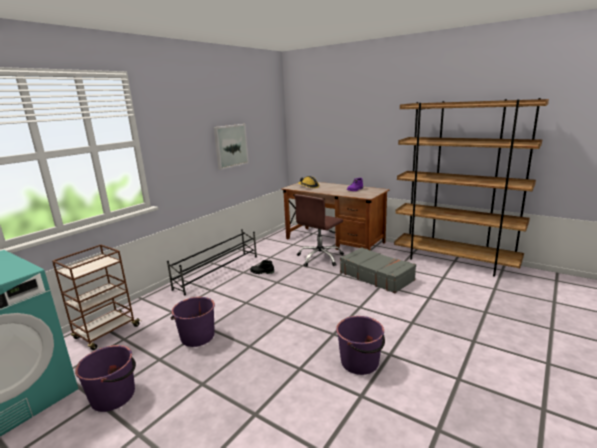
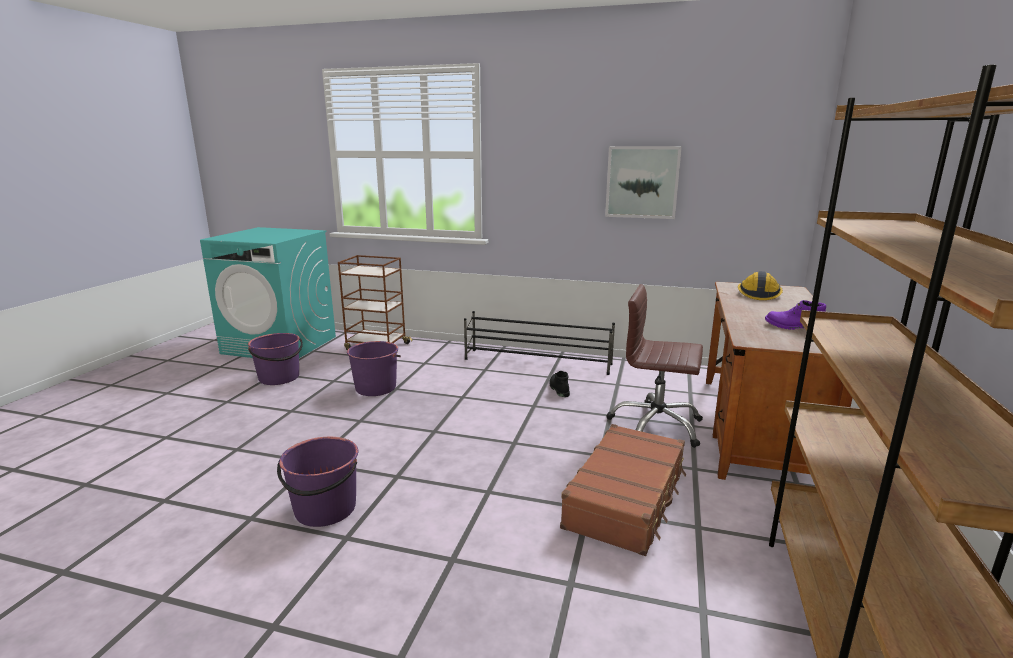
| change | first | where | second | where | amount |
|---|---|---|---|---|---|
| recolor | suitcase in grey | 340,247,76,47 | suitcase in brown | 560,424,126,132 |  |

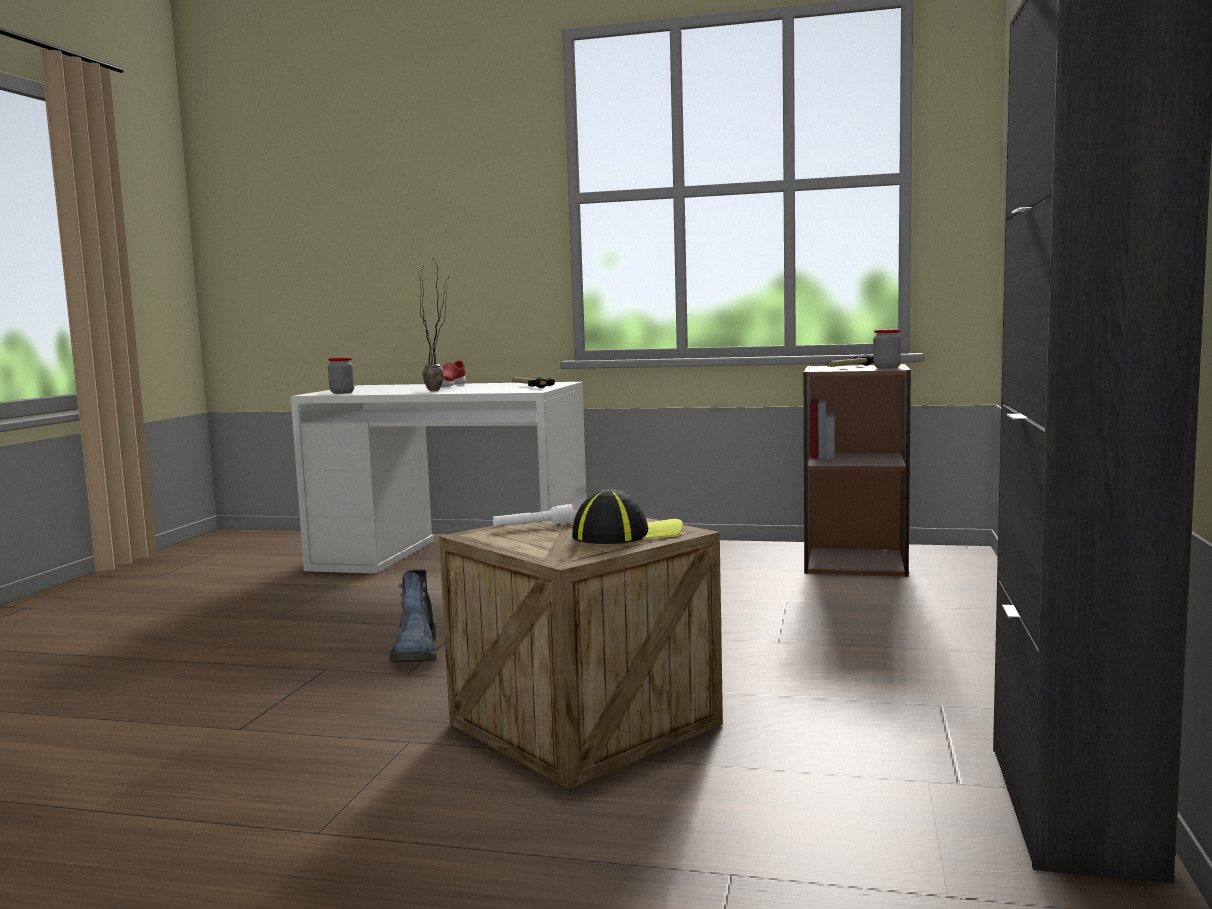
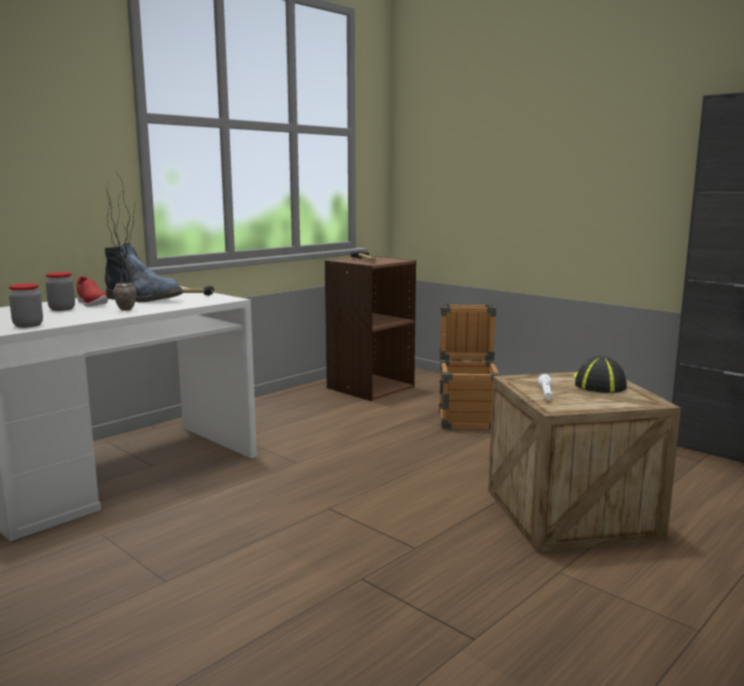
| change | first | where | second | where | amount |
|---|---|---|---|---|---|
| move | jar | 873,329,28,39 |  | 46,272,29,39 |  |
| move | boot | 390,570,47,93 |  | 105,243,78,59 |  |
| insert |  |  | crate | 439,304,62,126 |  |

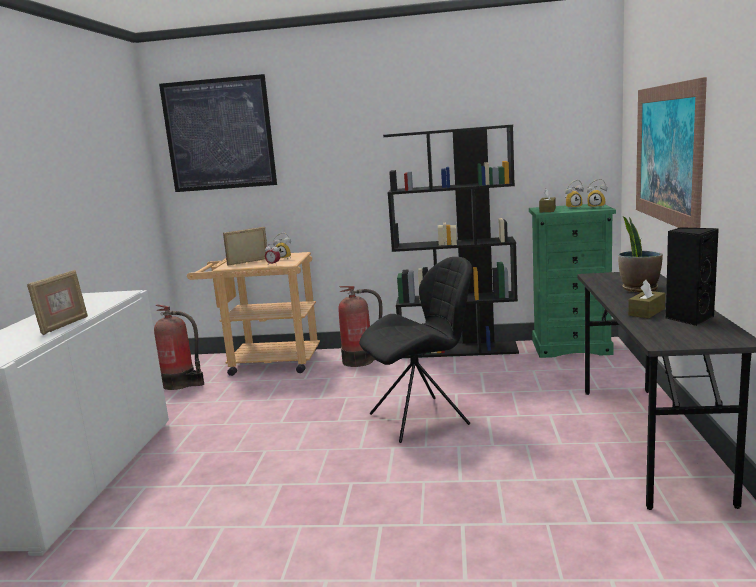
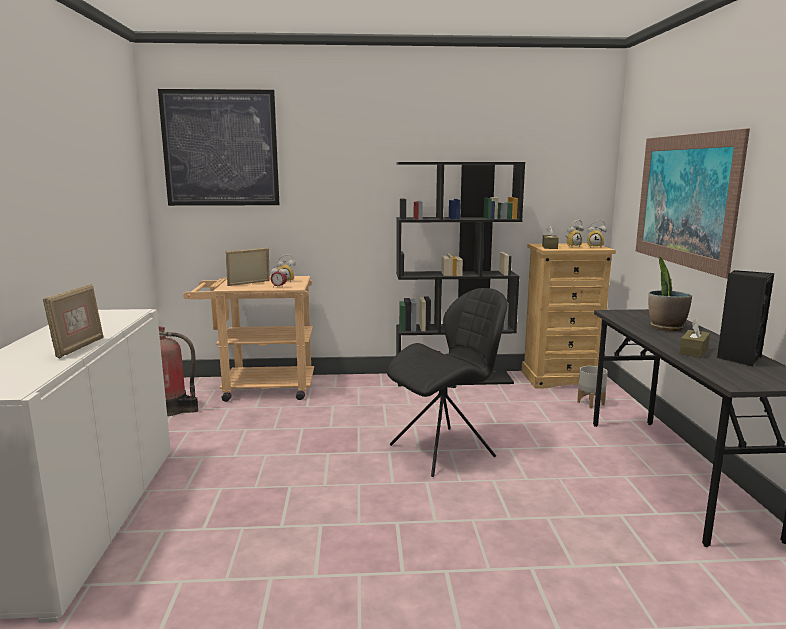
| change | first | where | second | where | amount |
|---|---|---|---|---|---|
| recolor | dresser in green | 529,204,87,154 | dresser in beige | 521,243,95,146 |  |
| delete | fire extinguisher | 338,286,45,81 |  |  |  |
| insert |  |  | planter in grey | 577,366,31,43 |  |

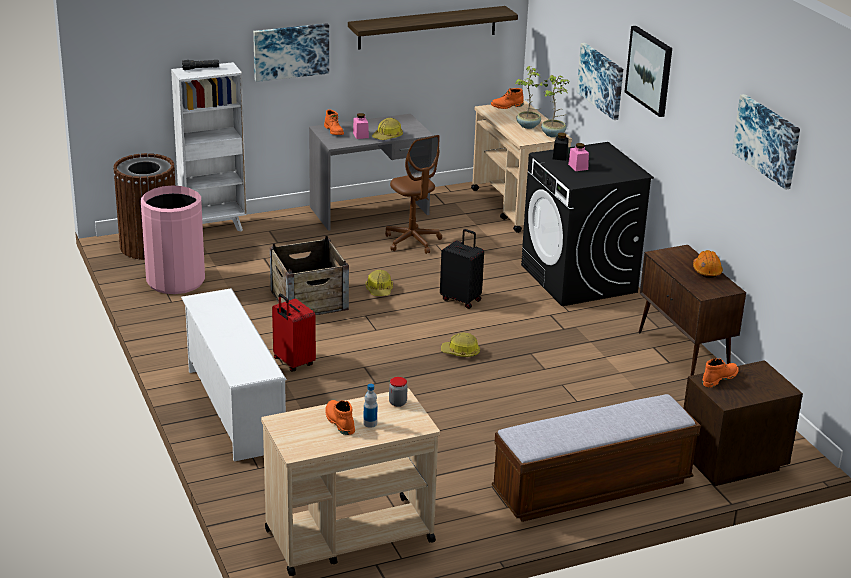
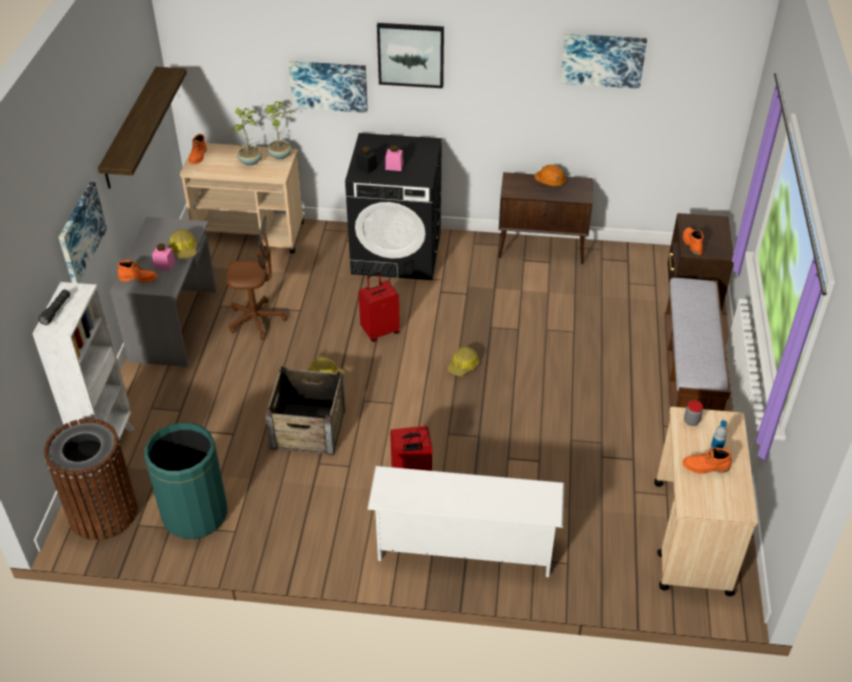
| change | first | where | second | where | amount |
|---|---|---|---|---|---|
| recolor | trash can in pink | 141,186,64,108 | trash can in green | 144,423,83,116 |  |
| recolor | suitcase in black | 440,229,44,80 | suitcase in red | 358,272,42,70 |  |

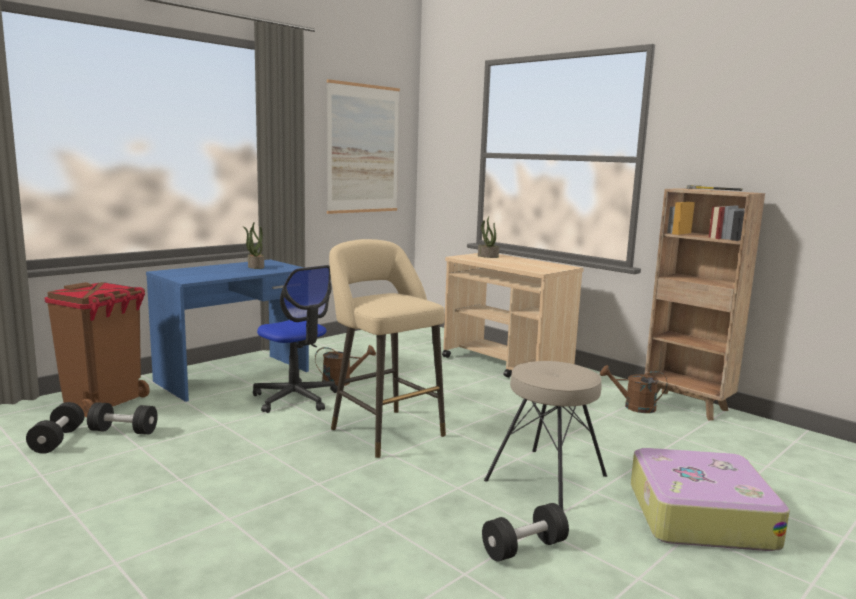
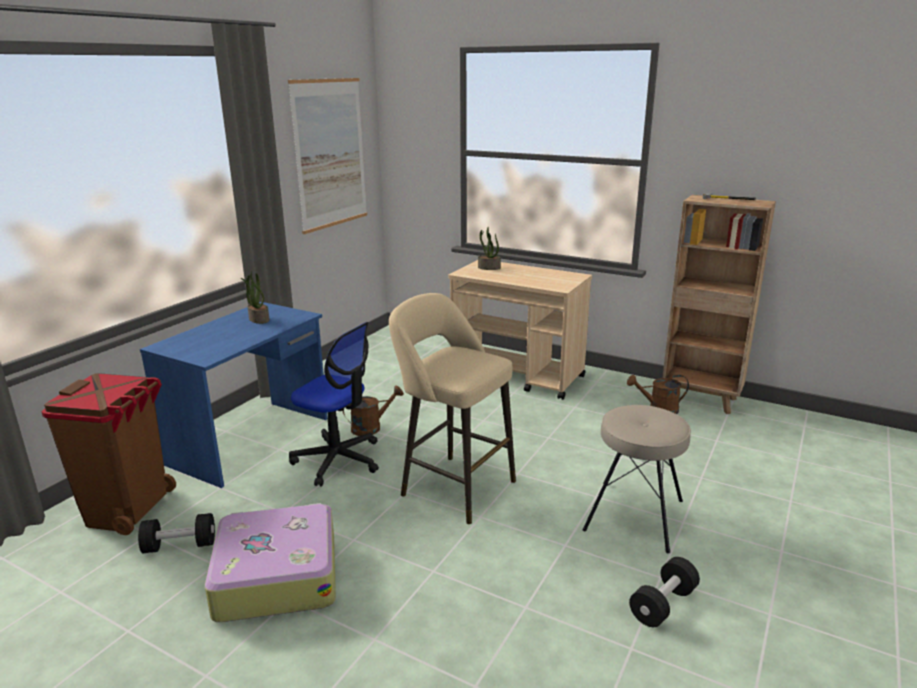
| change | first | where | second | where | amount |
|---|---|---|---|---|---|
| delete | dumbbell in black | 26,402,58,52 |  |  |  |
| move | suitcase | 631,448,159,103 |  | 205,503,131,119 |  |

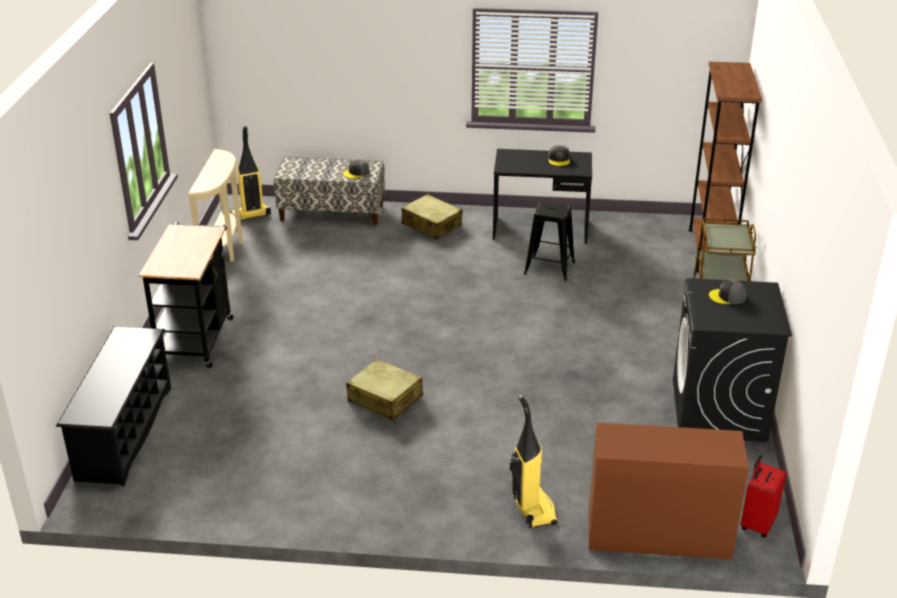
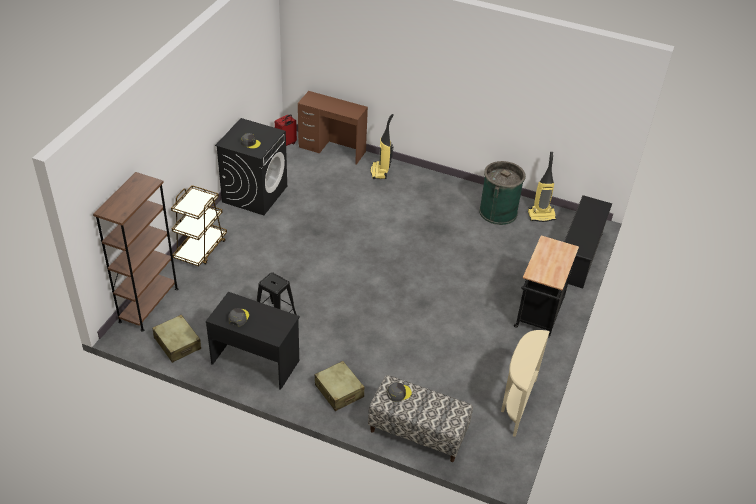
| change | first | where | second | where | amount |
|---|---|---|---|---|---|
| move | vacuum cleaner | 230,126,41,94 |  | 528,152,28,70 |  |
| move | suitcase in beige | 346,359,77,61 |  | 152,315,49,48 |  |
| insert |  |  | trash can in green | 479,161,47,64 |  |

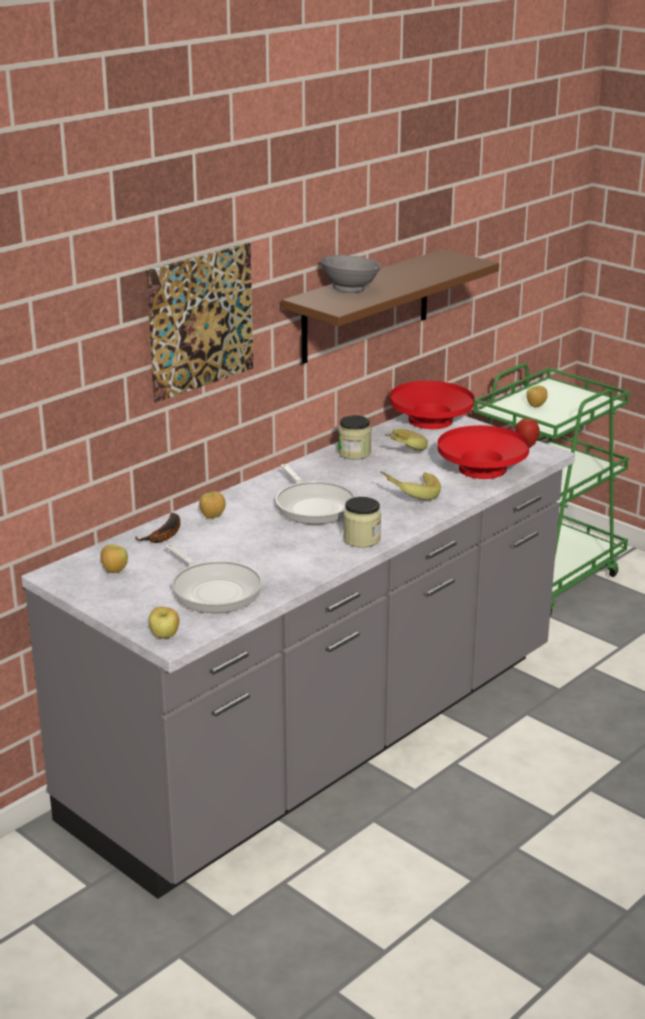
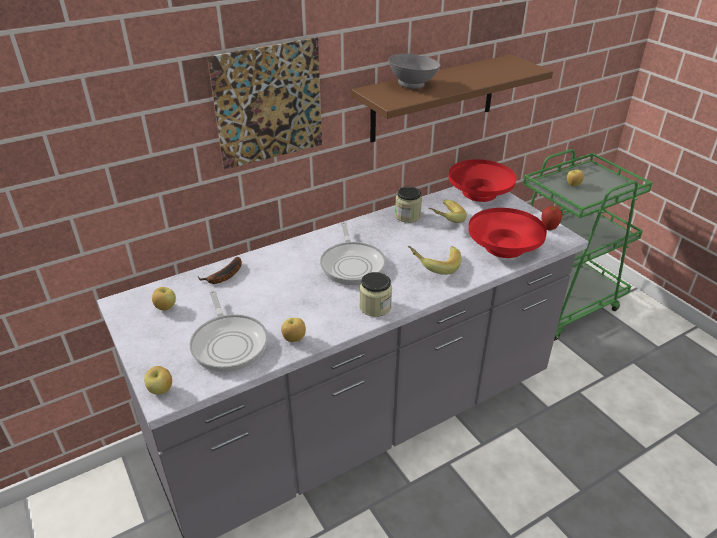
| change | first | where | second | where | amount |
|---|---|---|---|---|---|
| move | apple | 199,492,27,27 |  | 281,318,25,24 |  |

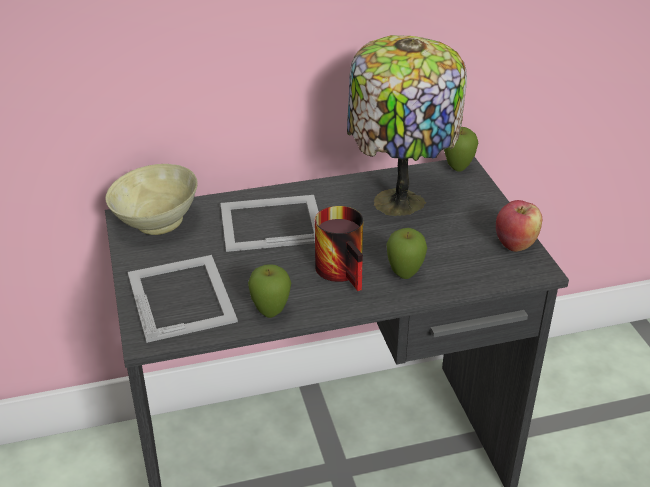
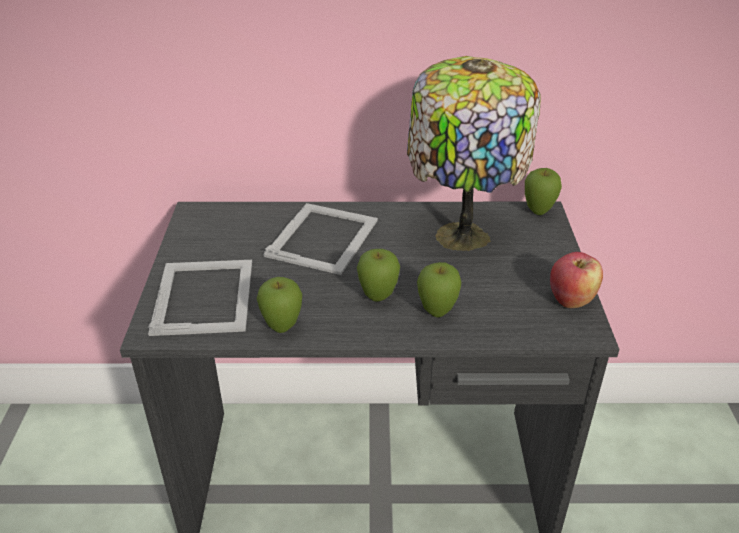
| change | first | where | second | where | amount |
|---|---|---|---|---|---|
| delete | bowl in beige | 106,164,92,71 |  |  |  |
| rotate | picture frame | 220,195,99,57 |  | 263,203,115,72 | 105 degrees clockwise |
| replace | mug | 315,206,48,85 | apple | 357,249,43,53 |  |

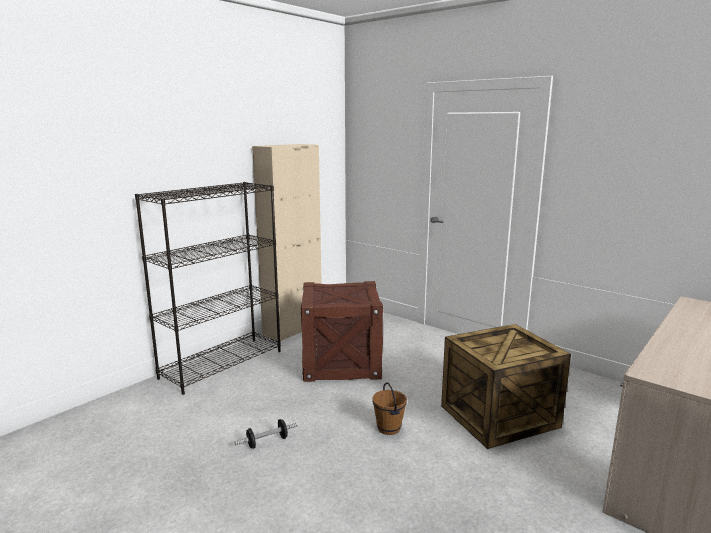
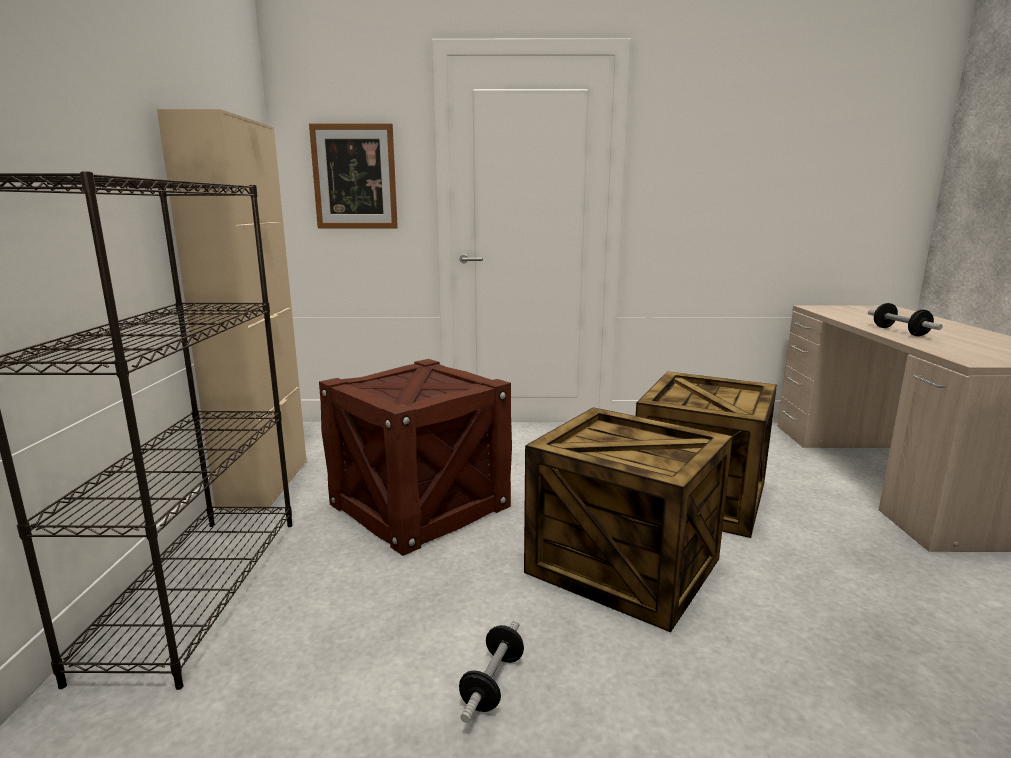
| change | first | where | second | where | amount |
|---|---|---|---|---|---|
| replace | bucket in brown | 372,382,35,53 | crate | 524,407,209,225 |  |
| insert |  |  | picture | 309,123,89,105 |  |
| insert |  |  | dumbbell | 868,303,74,33 |  |

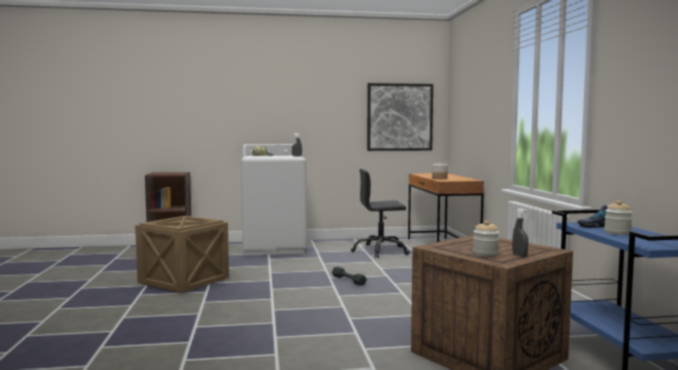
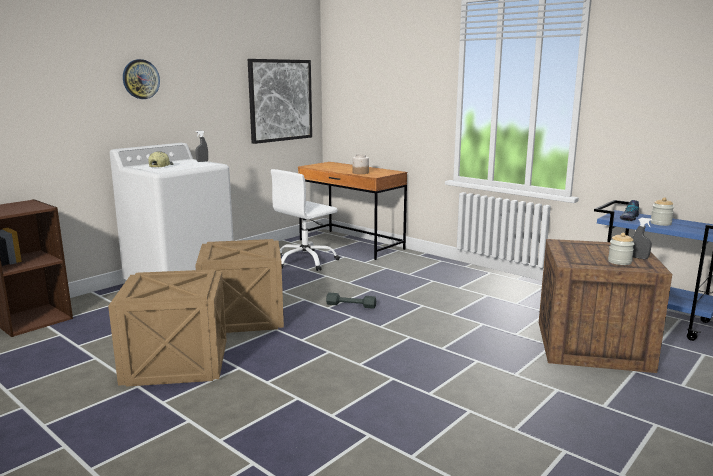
| change | first | where | second | where | amount |
|---|---|---|---|---|---|
| recolor | office chair in black | 351,169,59,89 | office chair in white | 271,169,69,102 |  |
| insert |  |  | wall clock | 123,59,37,40 |  |
| insert |  |  | crate | 195,239,89,94 |  |

